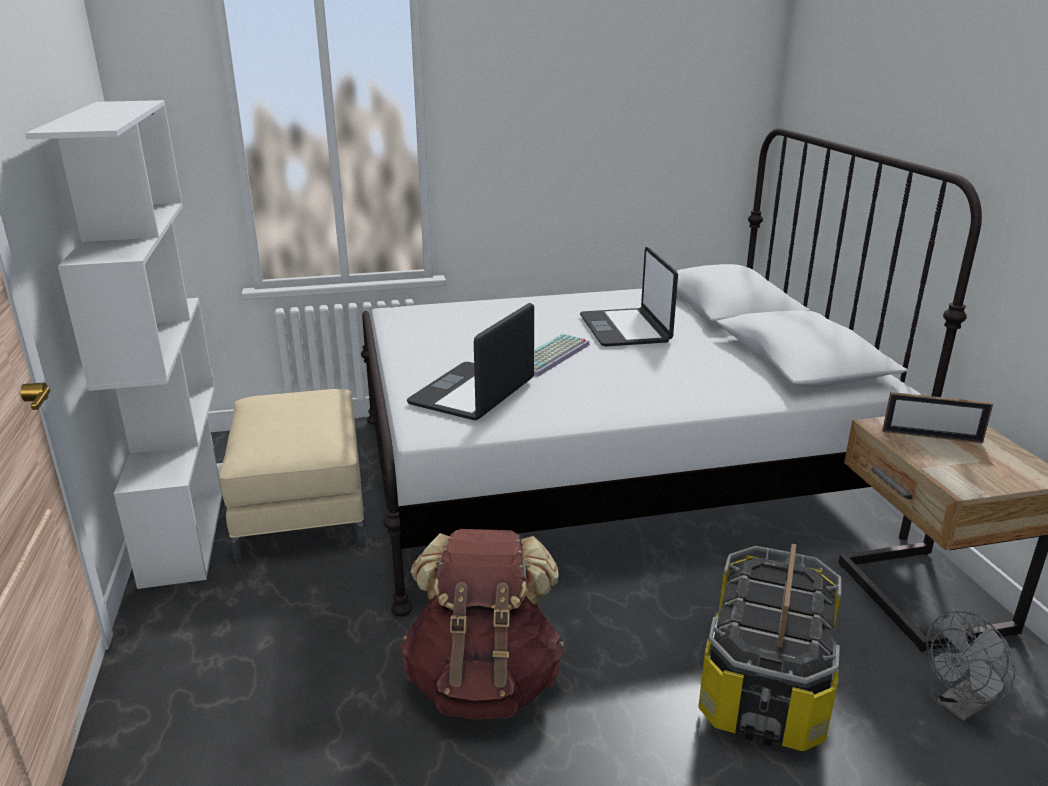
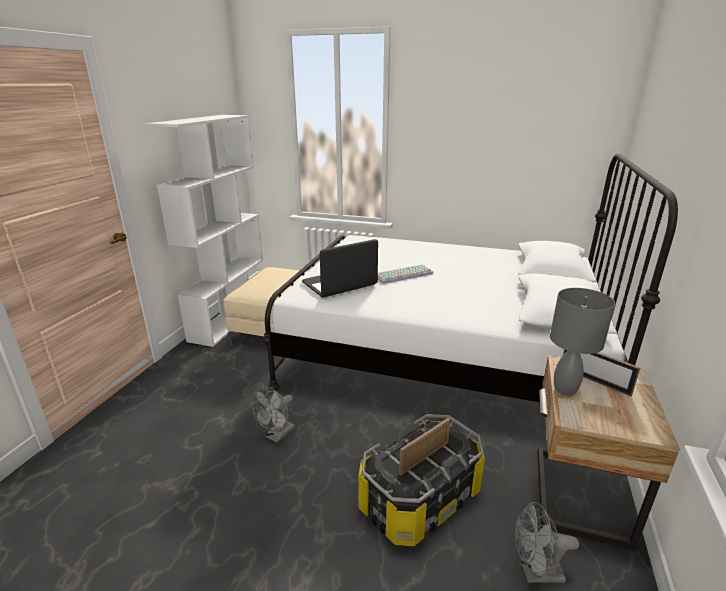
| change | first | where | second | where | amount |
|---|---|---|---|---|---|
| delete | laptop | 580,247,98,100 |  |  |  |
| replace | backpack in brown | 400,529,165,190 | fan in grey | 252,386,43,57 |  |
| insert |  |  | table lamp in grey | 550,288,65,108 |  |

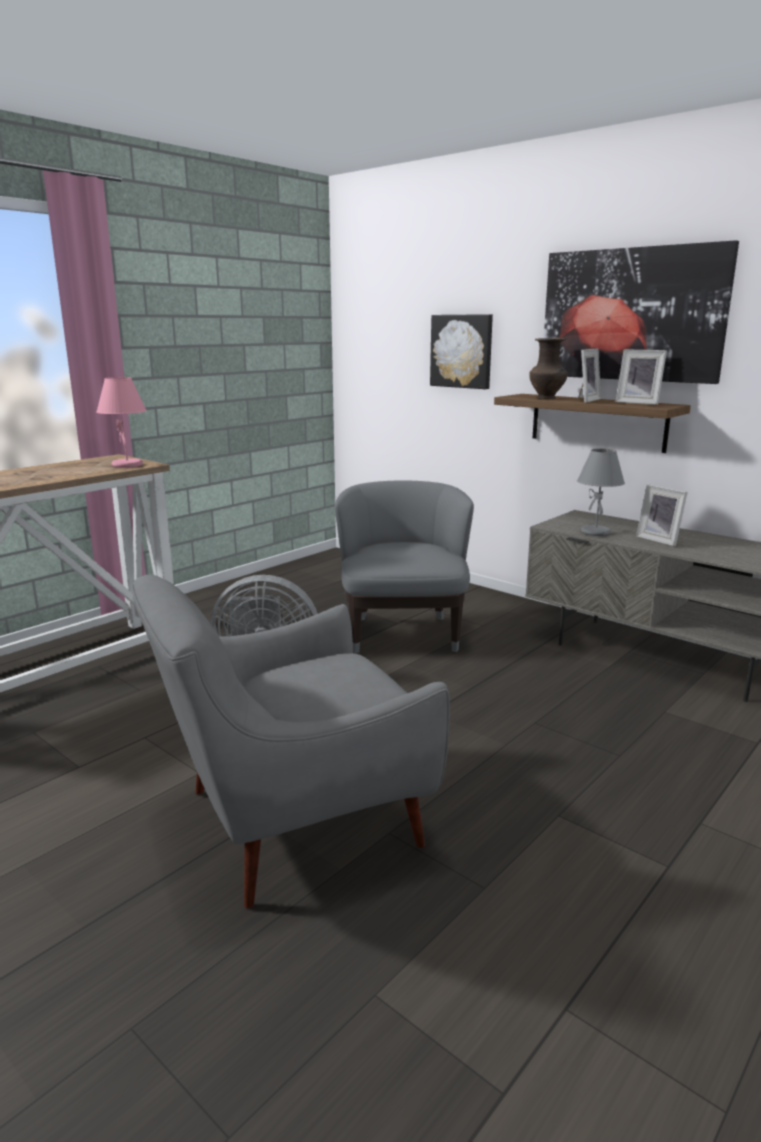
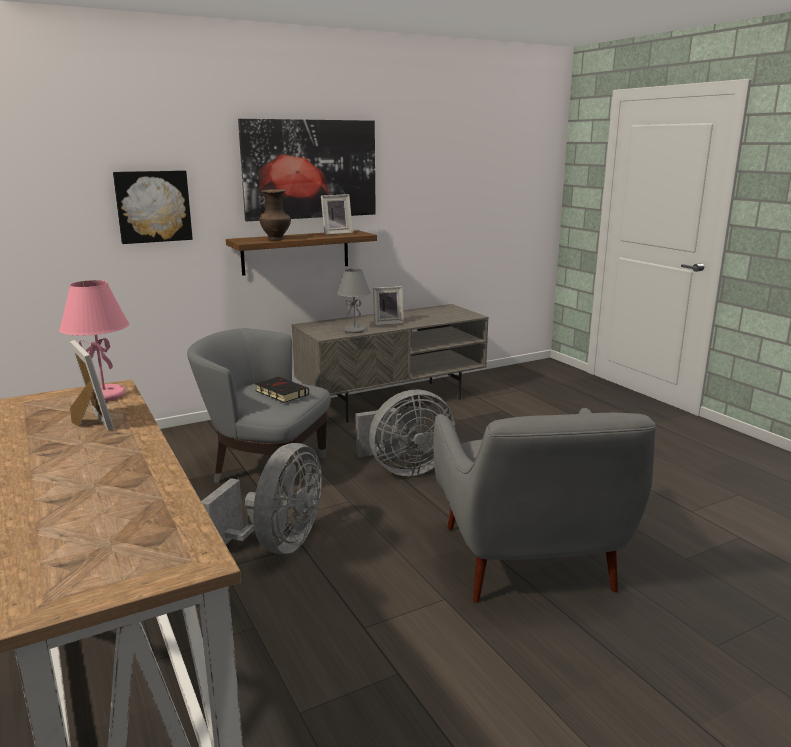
| change | first | where | second | where | amount |
|---|---|---|---|---|---|
| move | picture frame | 578,348,23,55 |  | 70,340,44,91 |  |
| insert |  |  | book in black | 255,377,54,26 |  |
| insert |  |  | fan in grey | 355,389,100,87 |  |

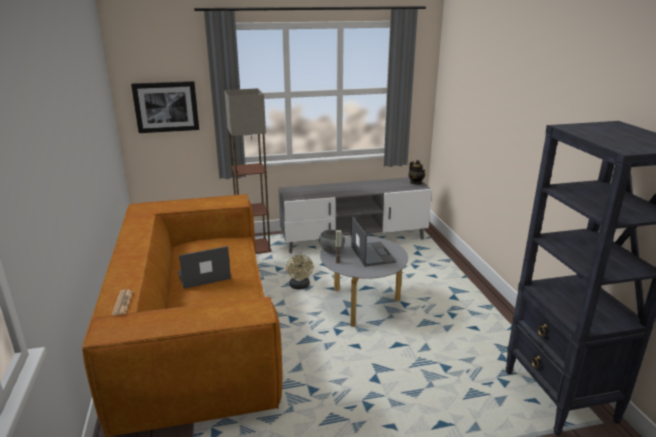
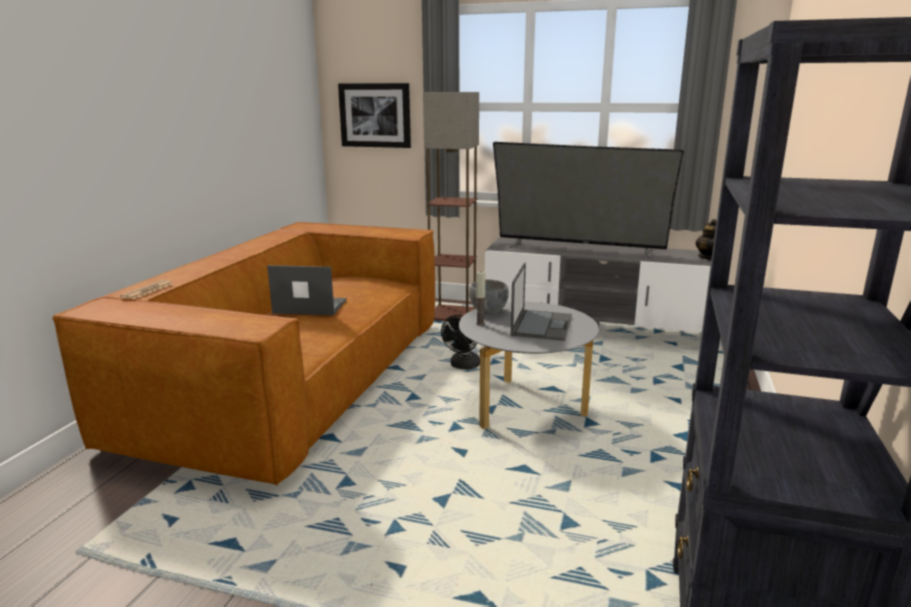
| change | first | where | second | where | amount |
|---|---|---|---|---|---|
| recolor | fan in beige | 286,254,27,35 | fan in black | 441,315,39,55 |  |
| insert |  |  | television | 493,142,191,117 |  |

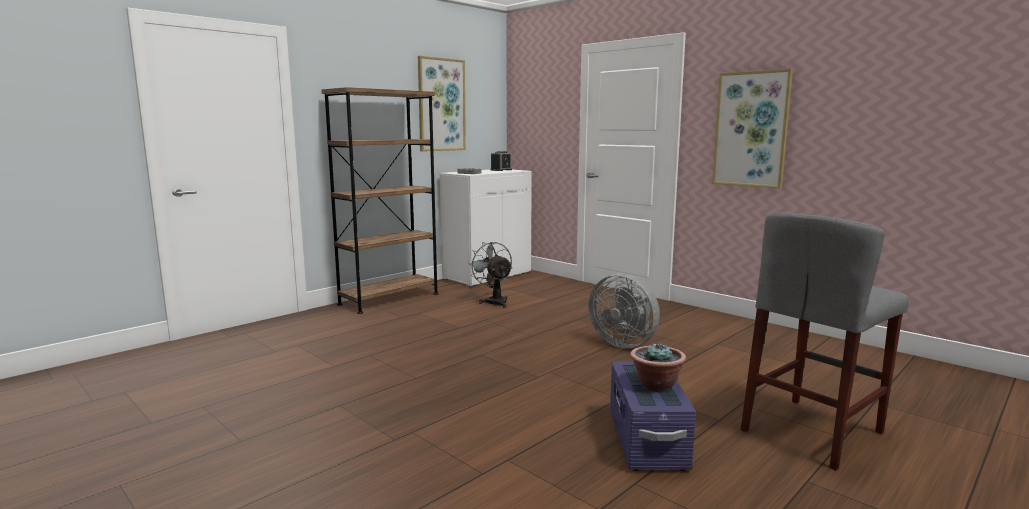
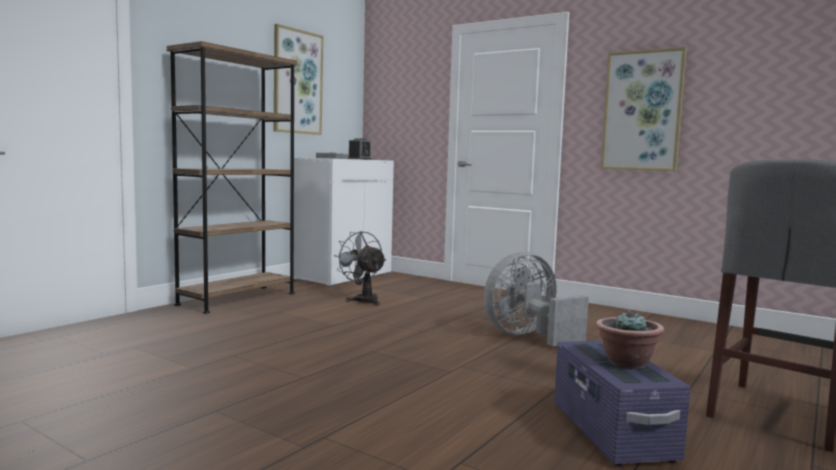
| change | first | where | second | where | amount |
|---|---|---|---|---|---|
| rotate | fan in grey | 588,273,72,75 |  | 484,252,105,94 | 120 degrees clockwise |

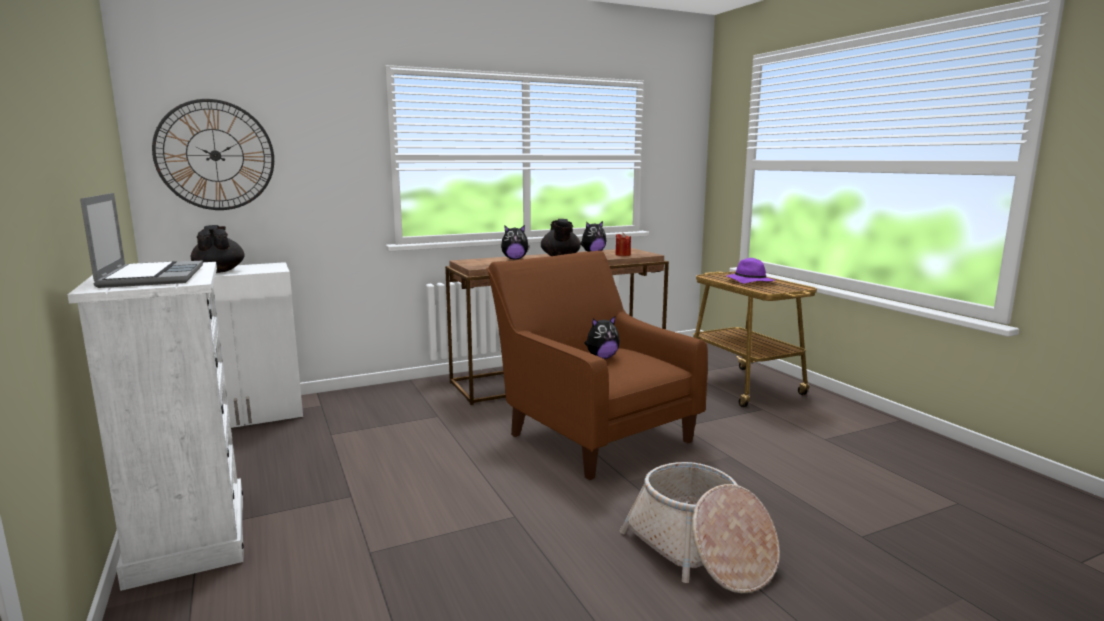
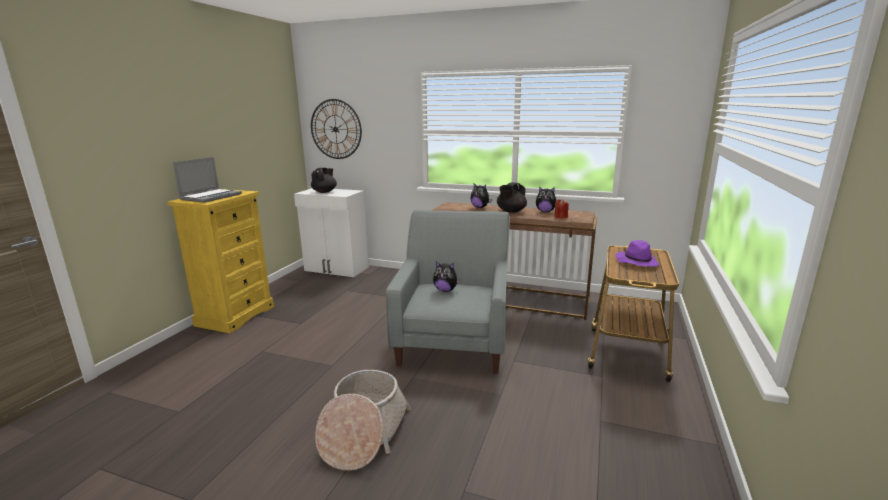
| change | first | where | second | where | amount |
|---|---|---|---|---|---|
| recolor | armchair in brown | 486,251,222,229 | armchair in grey | 386,210,124,164 |  |
| recolor | dresser in white | 68,262,176,329 | dresser in yellow | 167,189,107,145 |  |

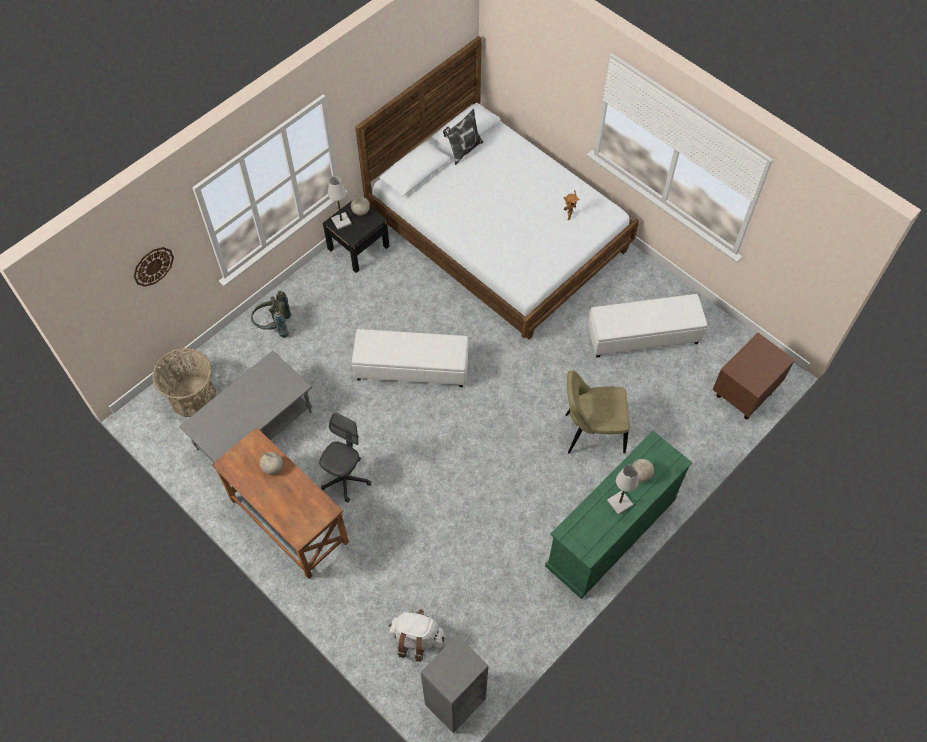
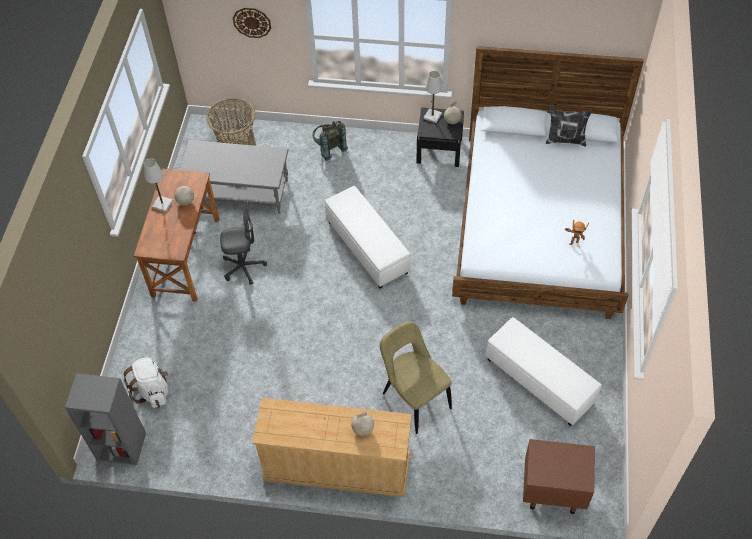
| change | first | where | second | where | amount |
|---|---|---|---|---|---|
| recolor | dresser in green | 545,431,147,168 | dresser in beige | 252,398,160,99 |  |
| move | table lamp in white | 607,465,32,50 |  | 144,158,29,54 |  |

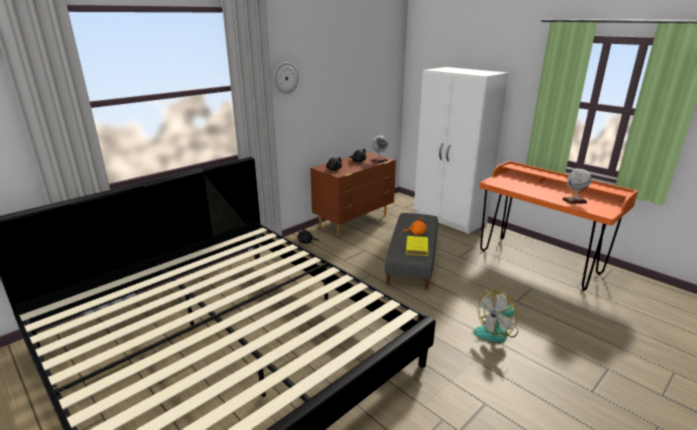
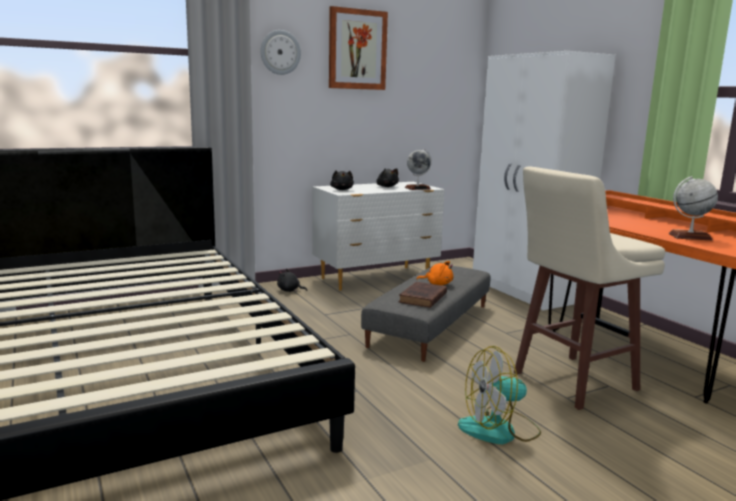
| change | first | where | second | where | amount |
|---|---|---|---|---|---|
| recolor | dresser in brown | 310,152,86,85 | dresser in white | 312,182,133,108 |  |
| recolor | book in yellow | 406,236,22,20 | book in brown | 398,282,49,26 |  |
| insert |  |  | picture | 329,6,59,84 |  |
| insert |  |  | stool in beige | 514,167,151,243 |  |

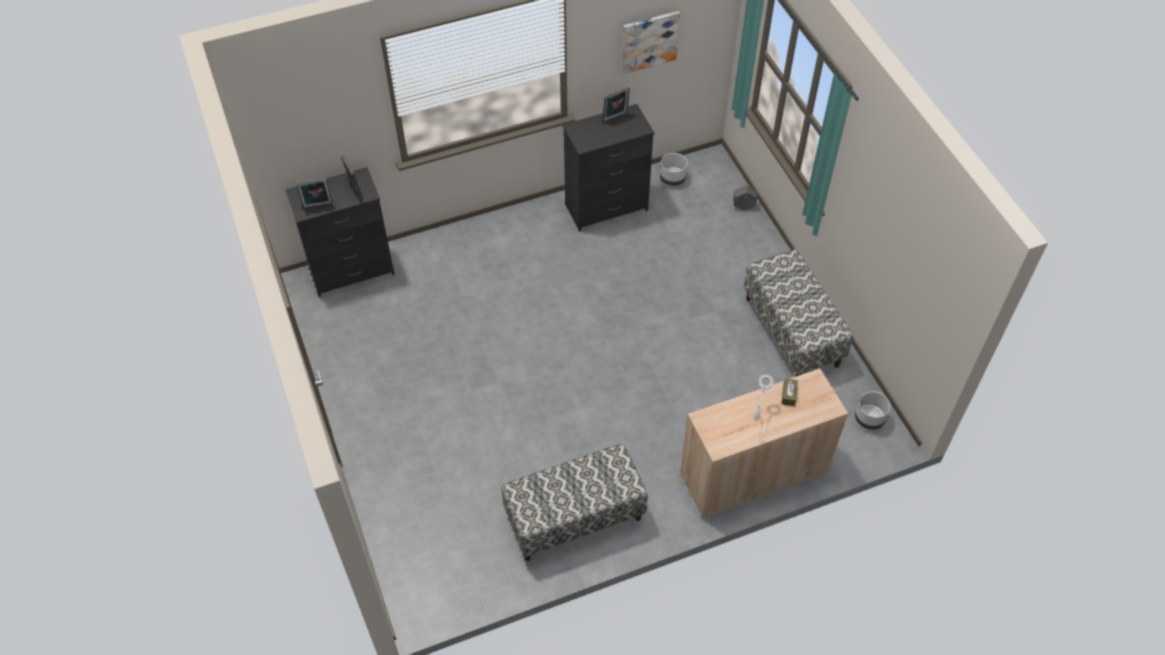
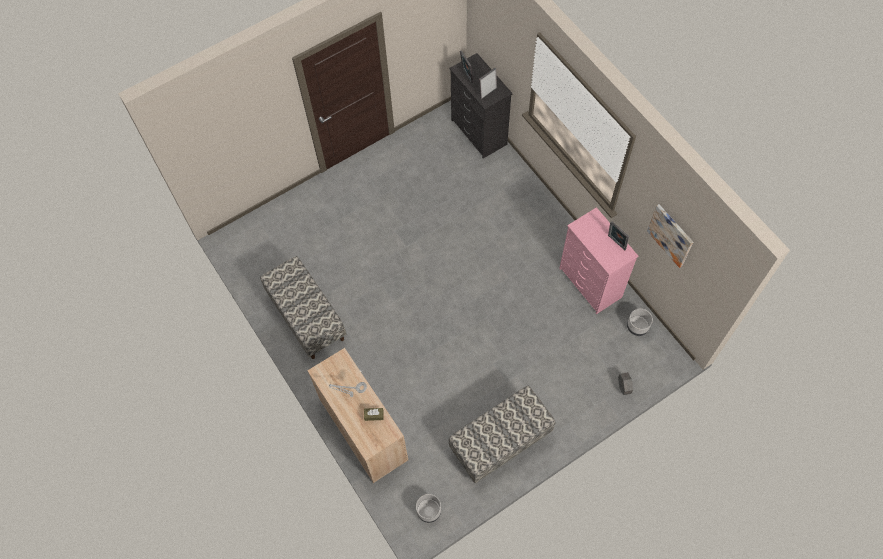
| change | first | where | second | where | amount |
|---|---|---|---|---|---|
| recolor | dresser in black | 563,104,91,128 | dresser in pink | 559,207,80,107 |  |

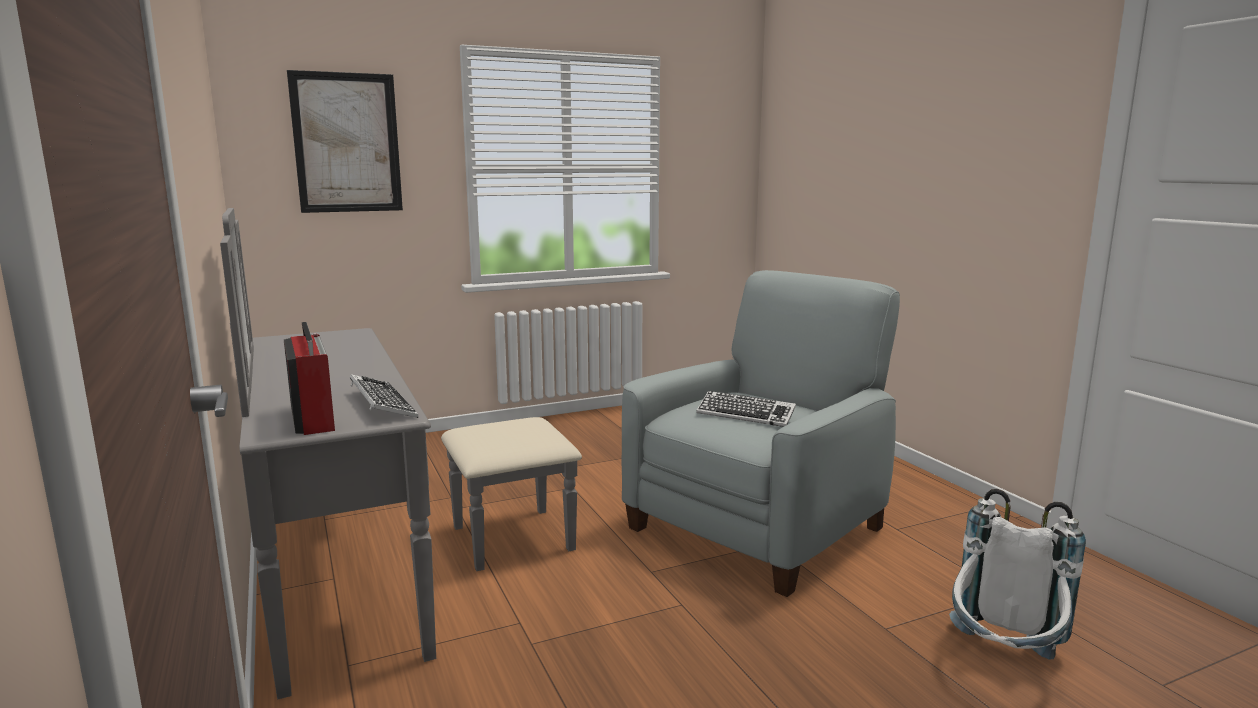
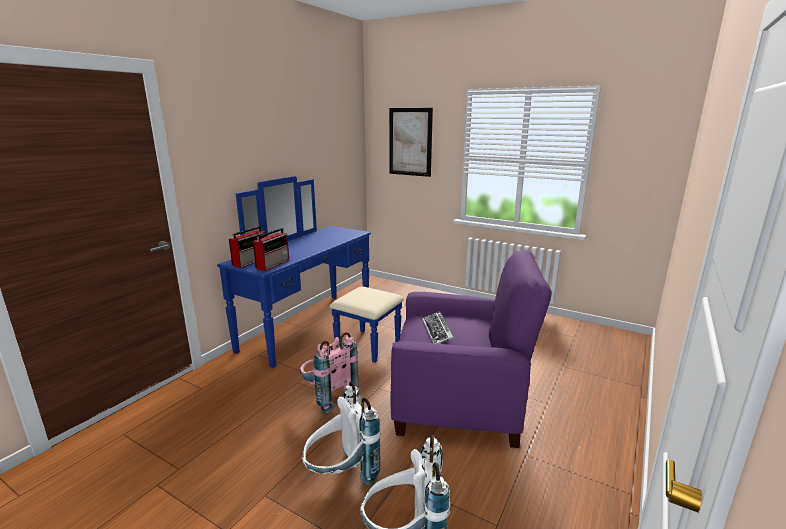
| change | first | where | second | where | amount |
|---|---|---|---|---|---|
| recolor | dresser in grey | 220,208,362,491 | dresser in blue | 217,176,187,192 |  |
| recolor | armchair in grey | 622,270,278,327 | armchair in purple | 391,250,161,198 |  |
| replace | keyboard | 350,374,68,44 | radio | 253,228,36,43 |  |
| insert |  |  | backpack in pink | 300,332,61,82 |  |
| insert |  |  | backpack in white | 302,381,79,104 |  |

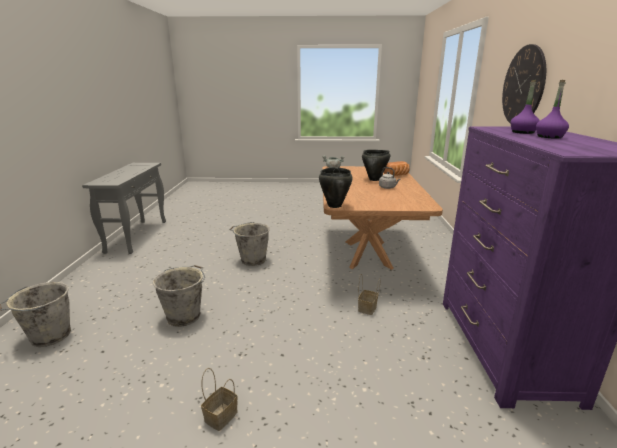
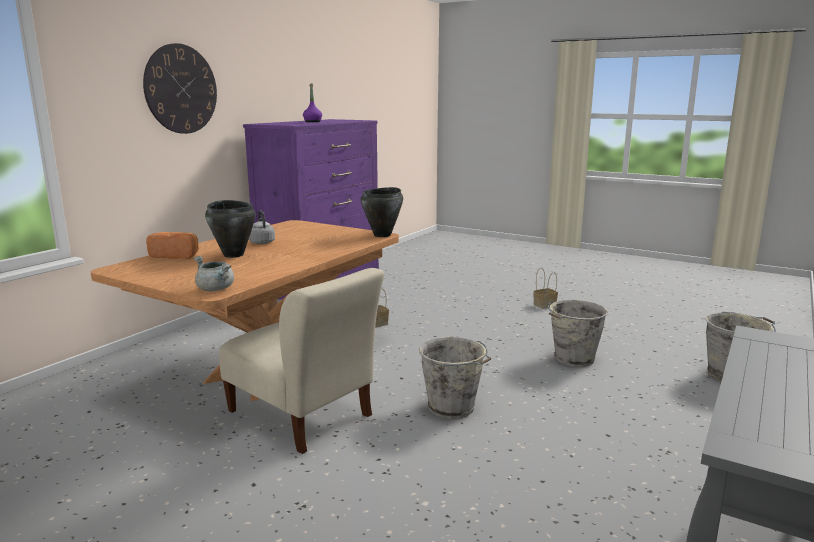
| change | first | where | second | where | amount |
|---|---|---|---|---|---|
| delete | bottle in purple | 510,80,30,54 |  |  |  |
| insert |  |  | chair in beige | 219,268,165,186 |  |

